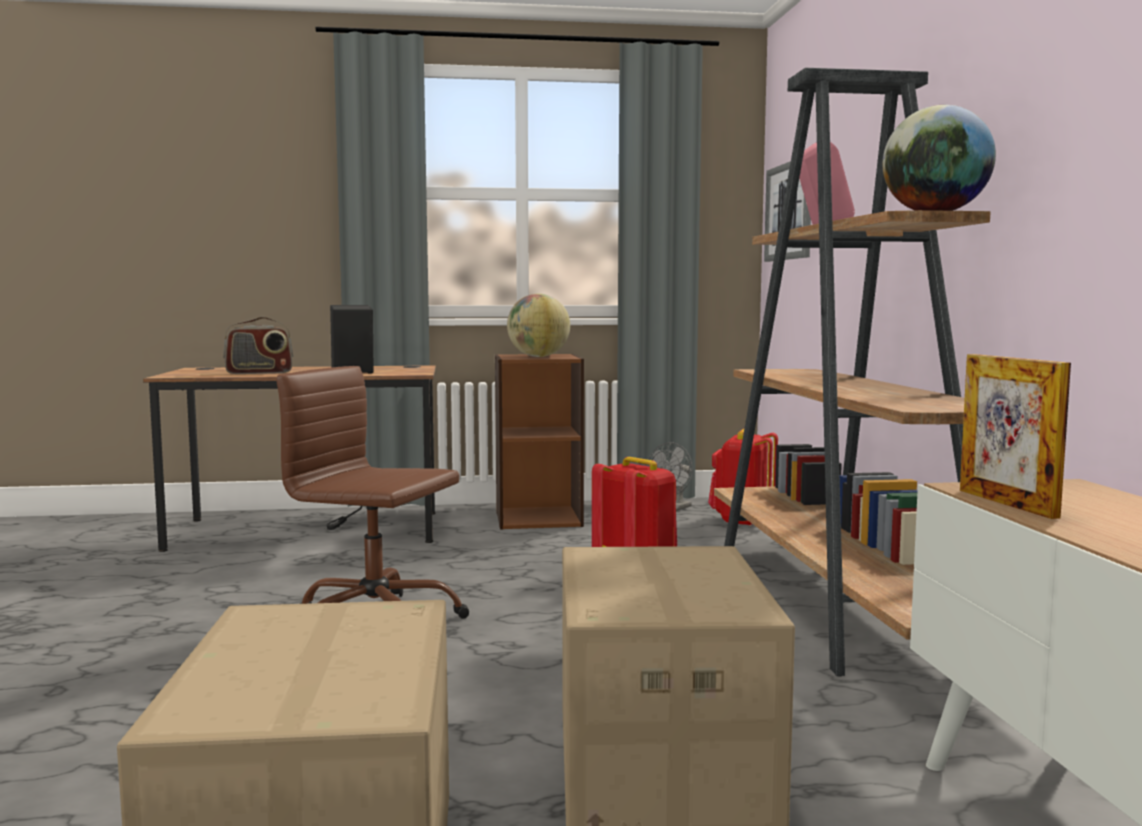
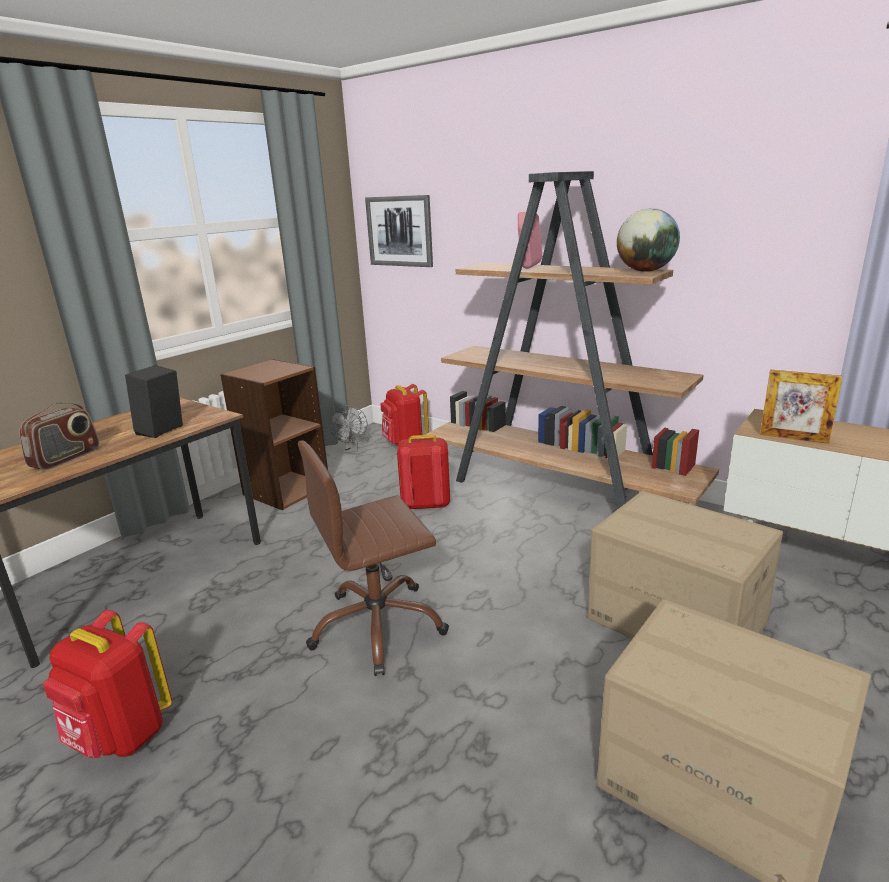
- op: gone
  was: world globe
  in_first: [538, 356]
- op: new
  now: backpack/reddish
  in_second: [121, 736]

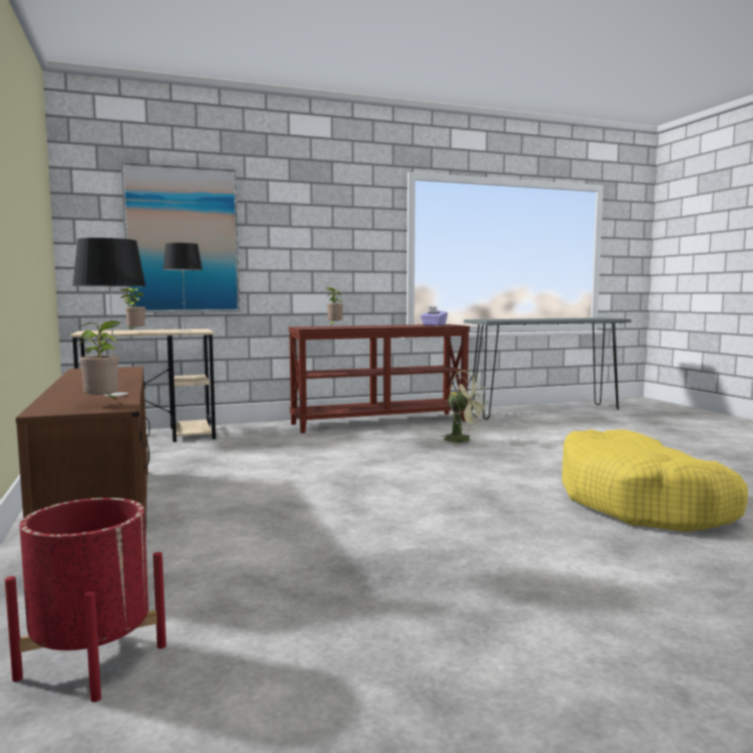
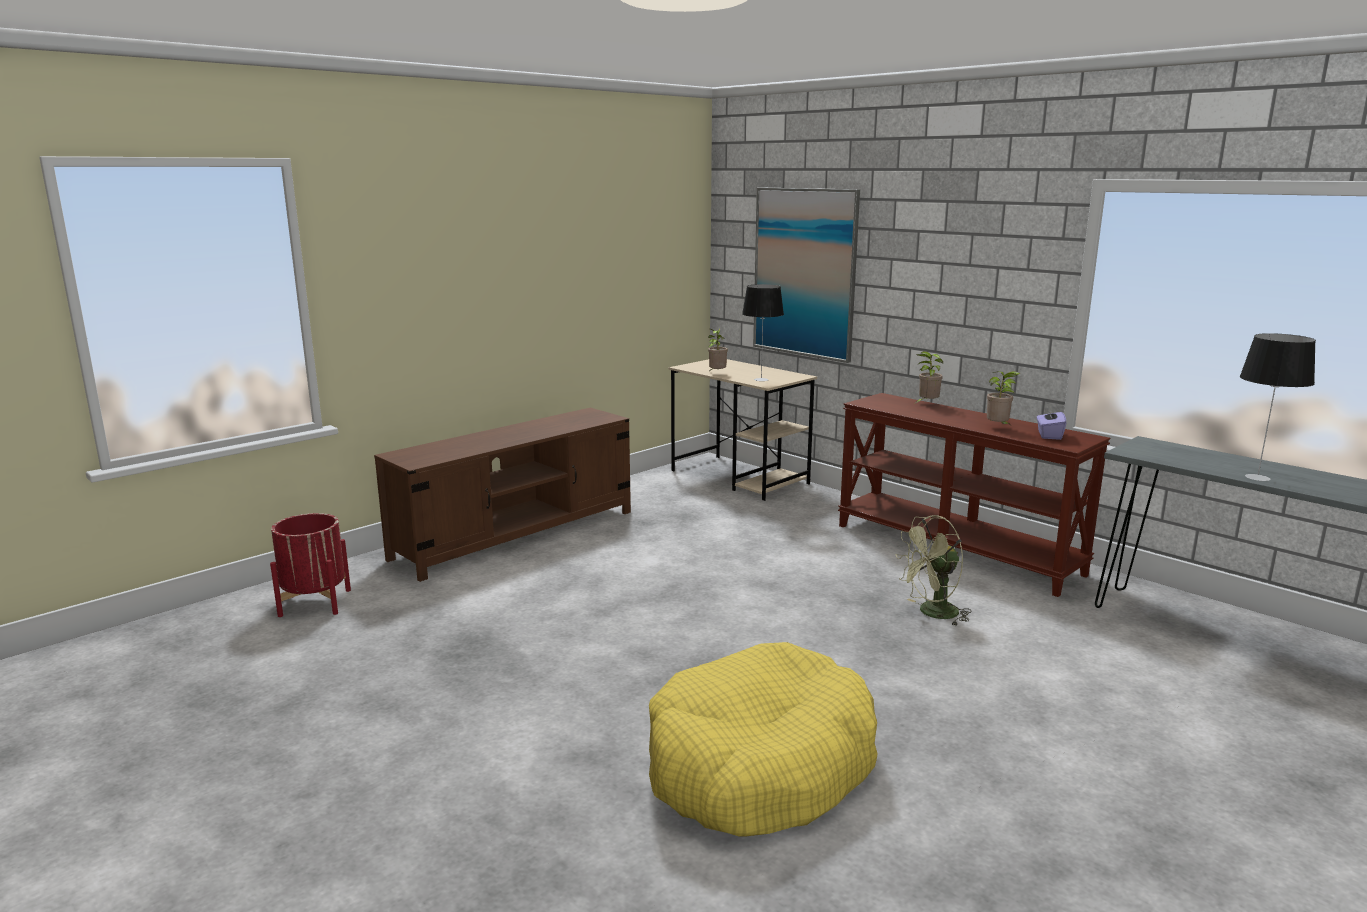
- op: shifted
  was: lamp for a table
  in_first: [115, 394]
  in_second: [1257, 478]
- op: shifted
  was: houseplant
  in_first: [104, 404]
  in_second: [998, 427]
- op: rotated
  was: electric fan/greenish
  in_first: [463, 440]
  in_second: [932, 613]
  clockwise: 60

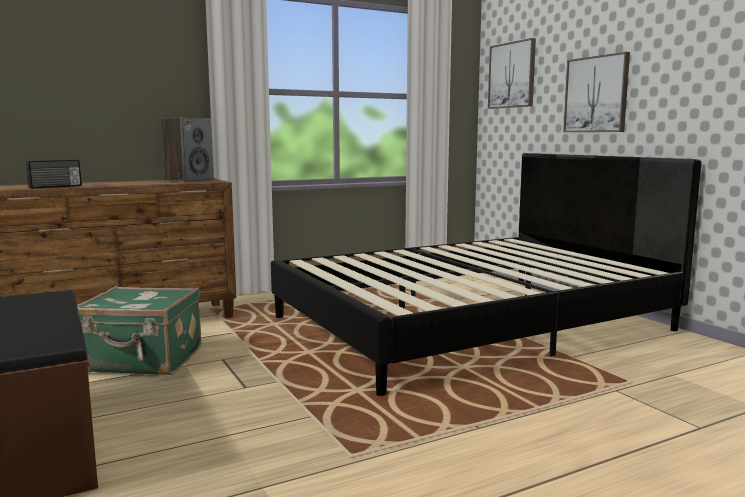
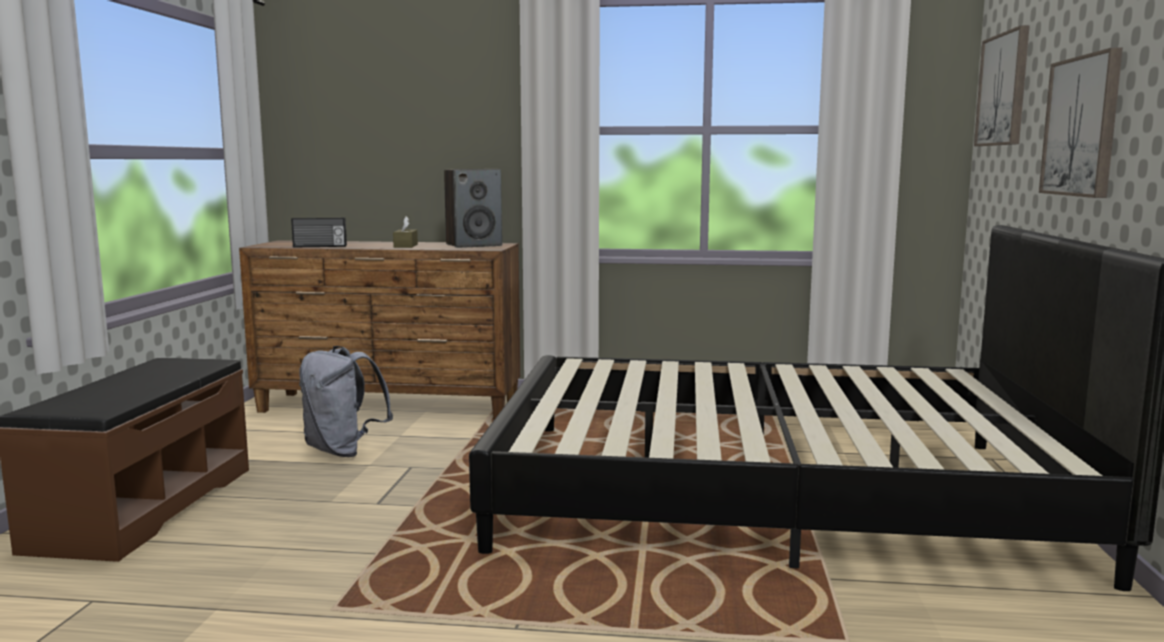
- op: swapped
  was: suitcase/greenish
  now: backpack/greyish
  in_first: [143, 361]
  in_second: [343, 451]
- op: new
  now: tissue holder/brown-coloured
  in_second: [405, 246]

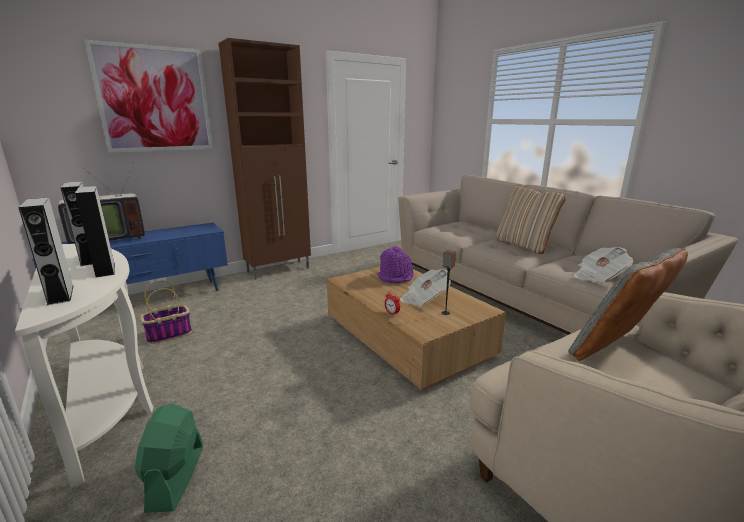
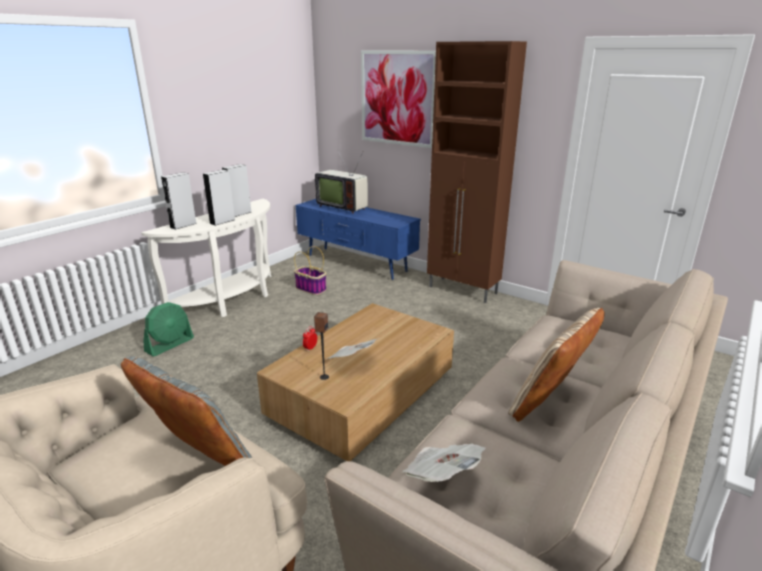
- op: gone
  was: clothing hat/purplish
  in_first: [396, 277]
- op: rotated
  was: electric fan/greenish
  in_first: [176, 477]
  in_second: [170, 344]
  clockwise: 150

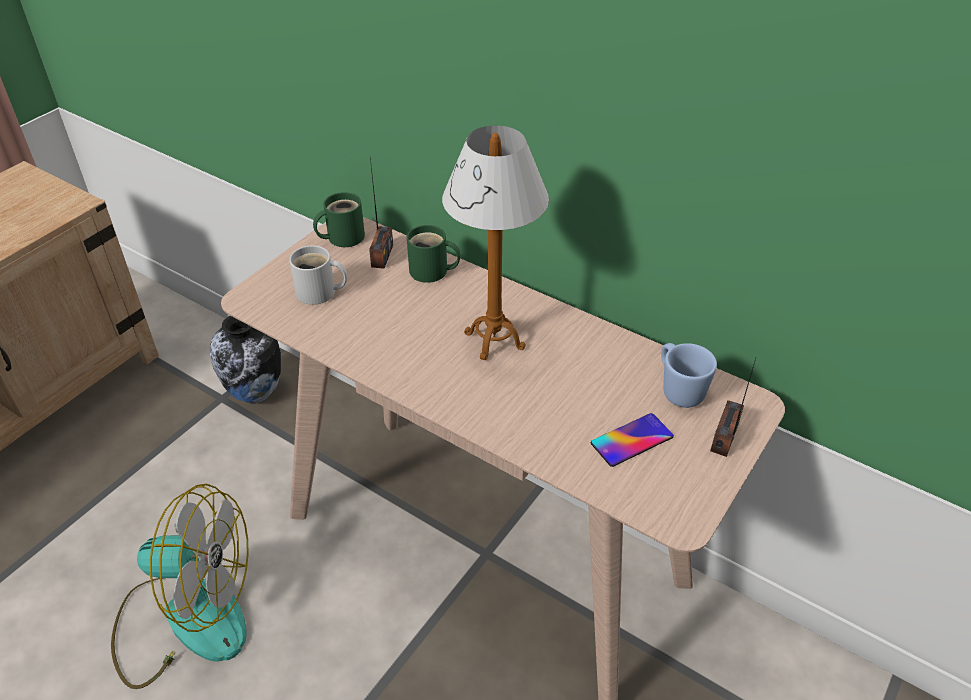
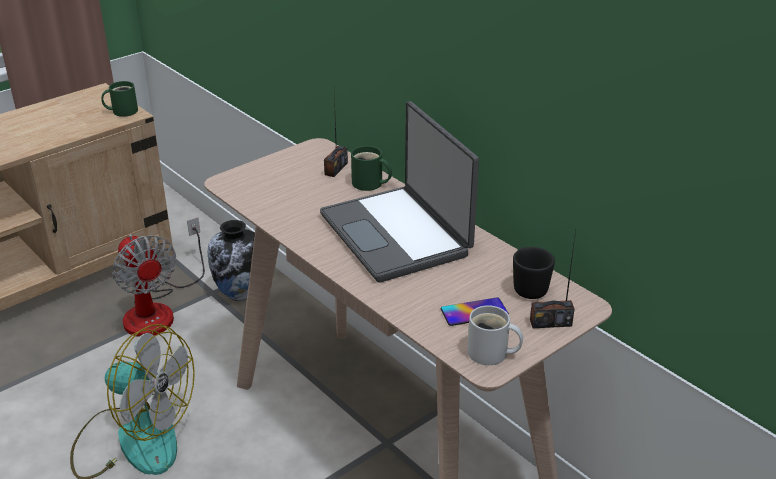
- op: swapped
  was: lamp for a table
  now: laptop
  in_first: [494, 341]
  in_second: [397, 234]
- op: shifted
  was: coffee mug/greenish
  in_first: [342, 237]
  in_second: [122, 111]
- op: shifted
  was: coffee mug/whitish
  in_first: [319, 293]
  in_second: [491, 354]
- op: repainted
  was: coffee mug/bluish
  now: coffee mug/blackish
  in_first: [678, 389]
  in_second: [528, 287]
- op: rotated
  was: radio receiver
  in_first: [725, 437]
  in_second: [550, 322]
  clockwise: -135
- op: new
  now: electric fan
  in_second: [158, 309]

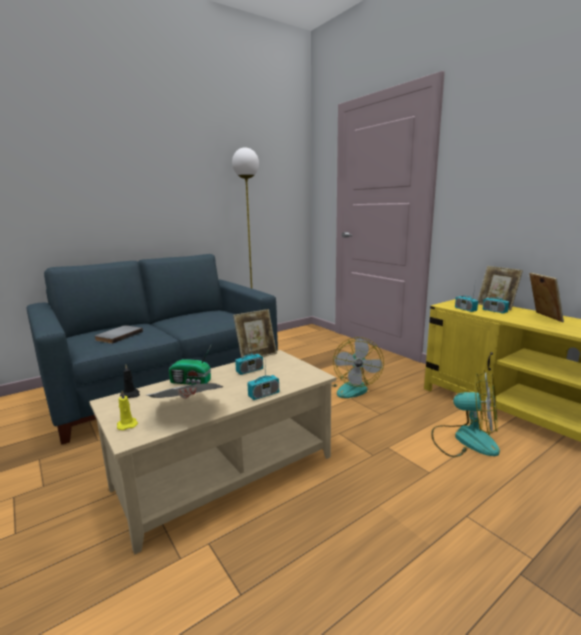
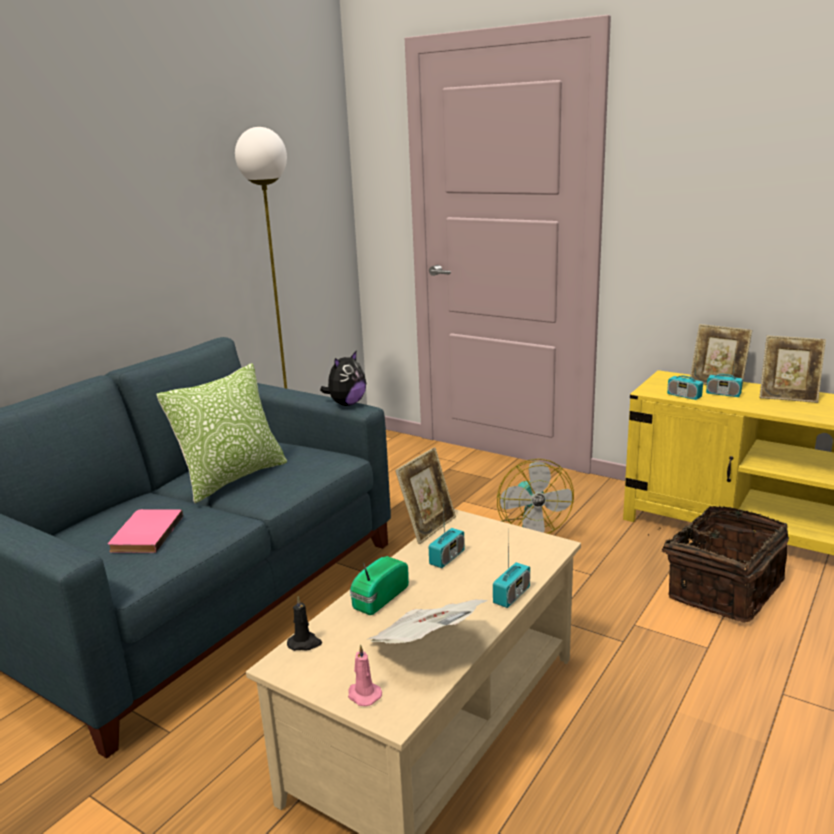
- op: rotated
  was: photo frame
  in_first: [542, 317]
  in_second: [788, 397]
  clockwise: 135
- op: repainted
  was: book/greyish
  now: book/pinkish
  in_first: [118, 336]
  in_second: [144, 534]
- op: rotated
  was: radio receiver
  in_first: [191, 382]
  in_second: [378, 598]
  clockwise: 135
- op: swapped
  was: electric fan
  now: storage basket
  in_first: [465, 439]
  in_second: [721, 588]
- op: repainted
  was: wax candle/yellow
  now: wax candle/pinkish
  in_first: [127, 424]
  in_second: [363, 695]
- op: new
  now: cuddly toy
  in_second: [346, 404]
- op: new
  now: cushion
  in_second: [232, 478]

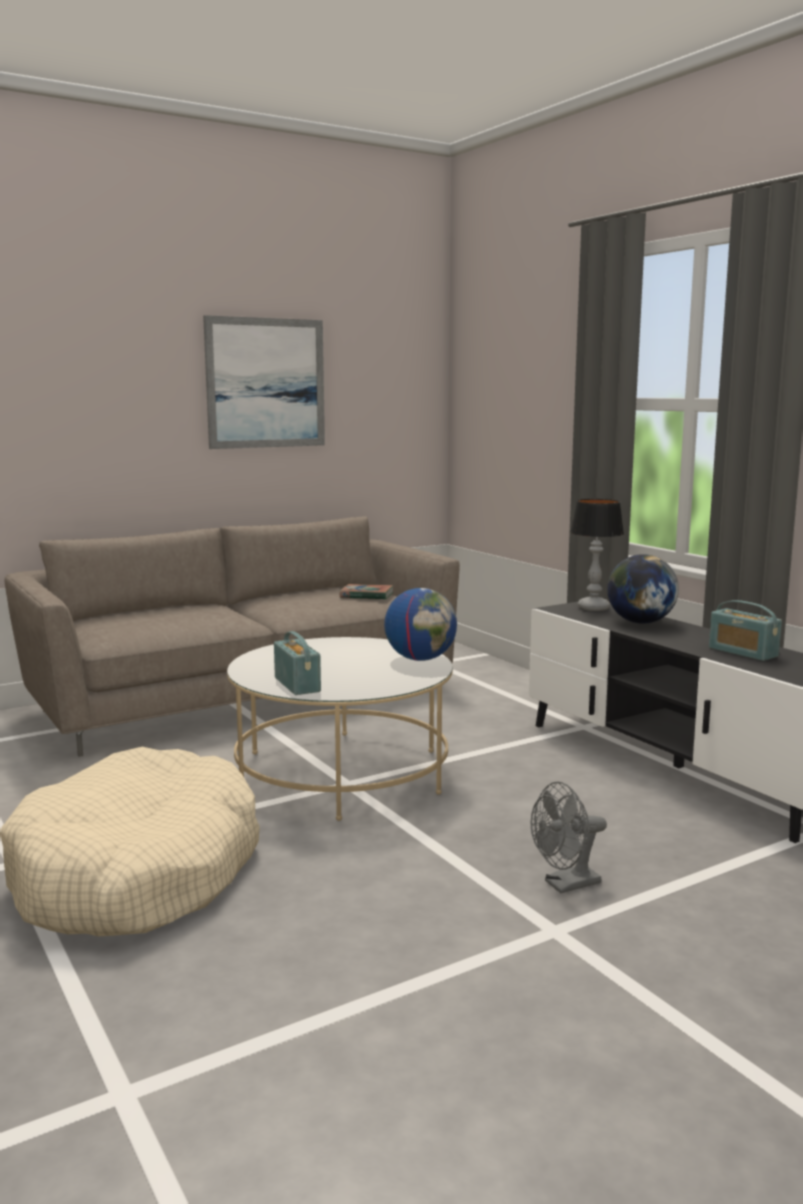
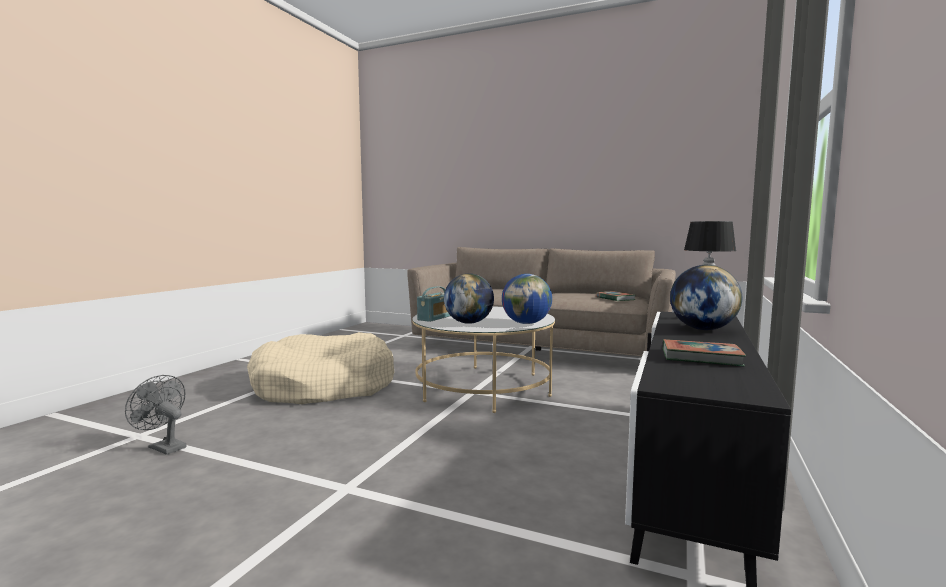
- op: gone
  was: wall art
  in_first: [266, 383]
- op: swapped
  was: radio receiver
  now: book
  in_first: [742, 652]
  in_second: [701, 357]
- op: shifted
  was: electric fan/greyish
  in_first: [565, 885]
  in_second: [163, 447]
- op: new
  now: world globe
  in_second: [468, 323]

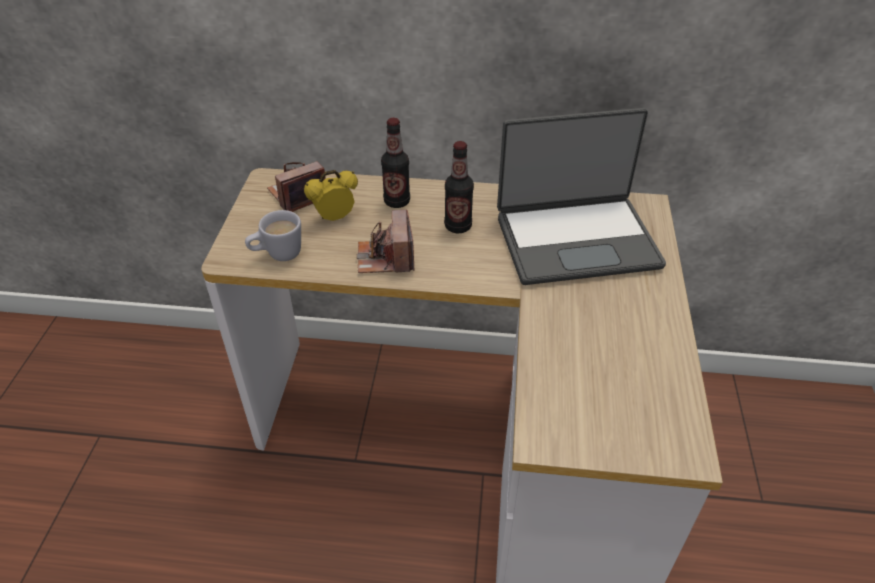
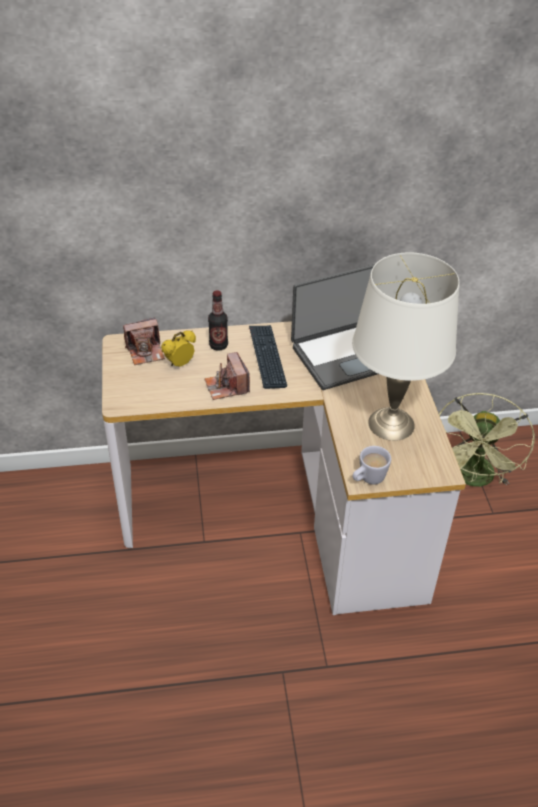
- op: swapped
  was: bottle
  now: computer keyboard
  in_first: [458, 226]
  in_second: [267, 357]
- op: rotated
  was: photo camera
  in_first: [297, 195]
  in_second: [145, 351]
  clockwise: -150
- op: shifted
  was: coffee mug/whitish
  in_first: [277, 255]
  in_second: [368, 479]
- op: new
  now: lamp for a table/whitish
  in_second: [390, 424]
- op: new
  now: electric fan/greenish
  in_second: [473, 479]

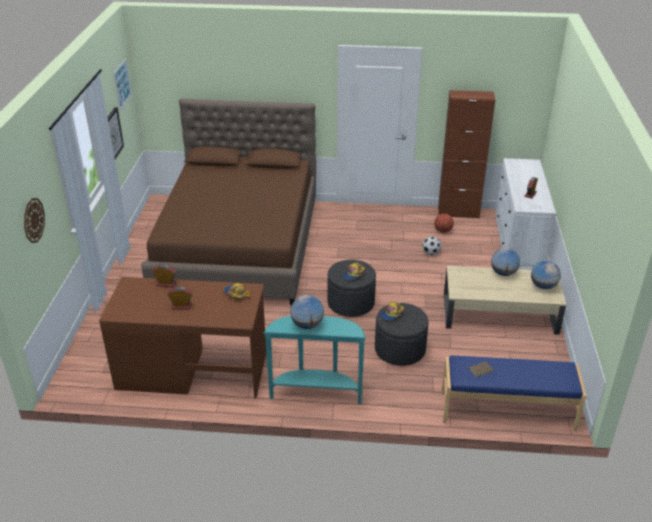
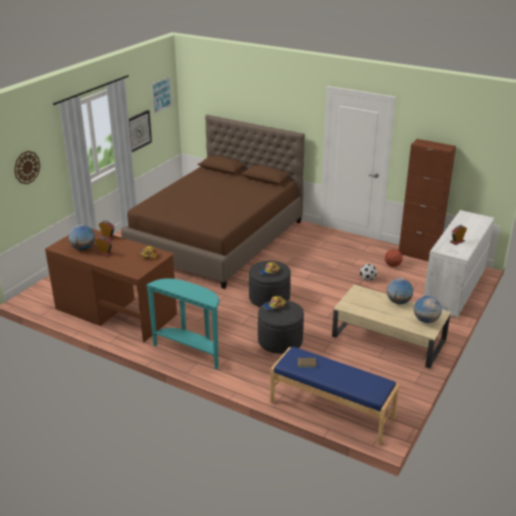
- op: shifted
  was: world globe
  in_first: [307, 325]
  in_second: [83, 248]

